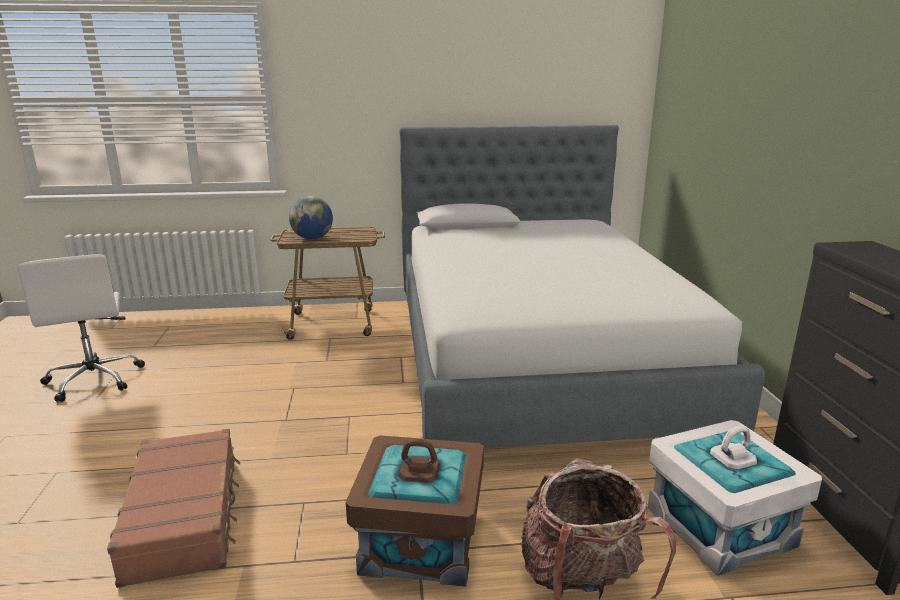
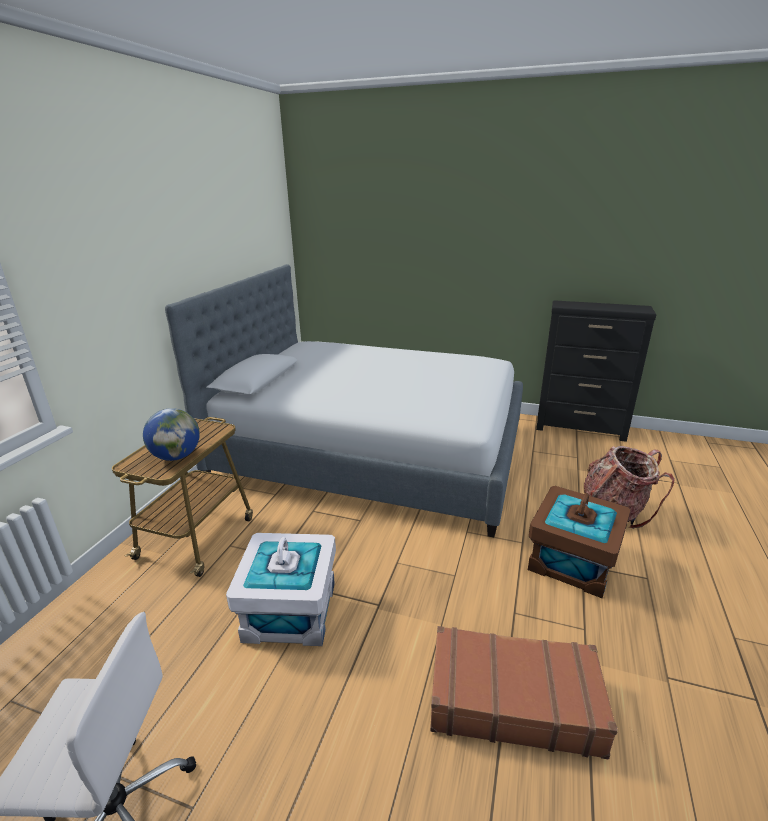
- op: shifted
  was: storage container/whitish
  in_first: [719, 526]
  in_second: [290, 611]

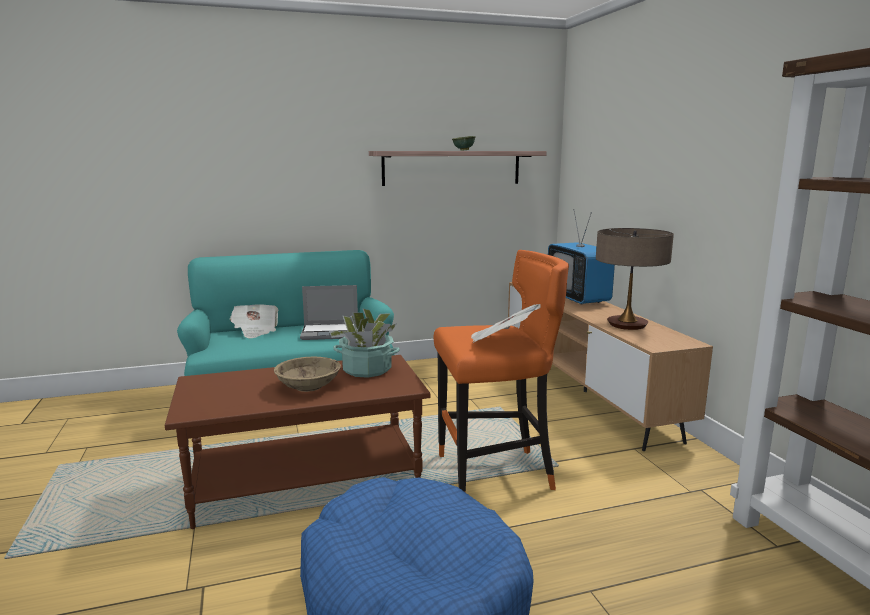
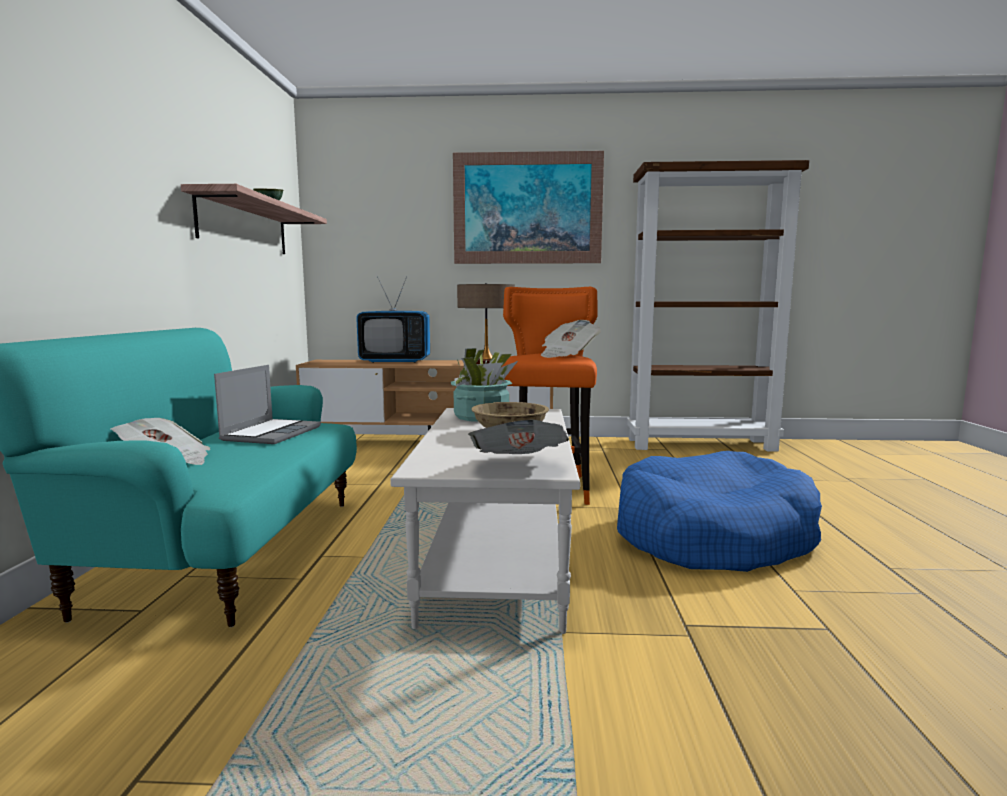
- op: repainted
  was: low table/brown-coloured
  now: low table/whitish
  in_first: [307, 481]
  in_second: [495, 559]
- op: new
  now: wall art
  in_second: [527, 208]
- op: new
  now: newspaper
  in_second: [518, 466]

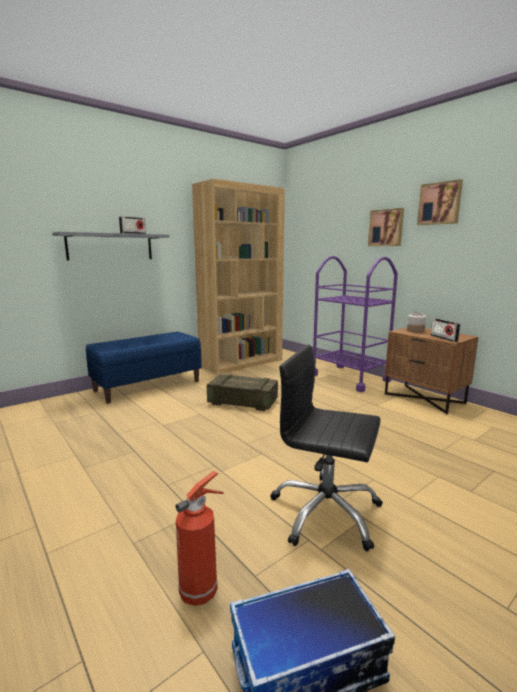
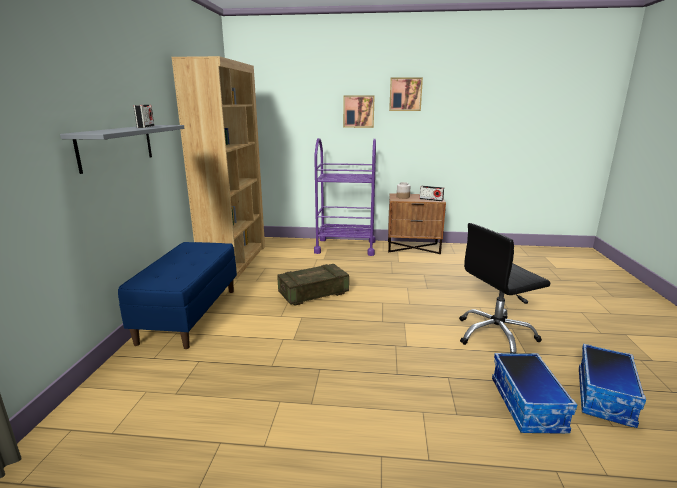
- op: swapped
  was: fire extinguisher
  now: storage container
  in_first: [200, 590]
  in_second: [528, 405]

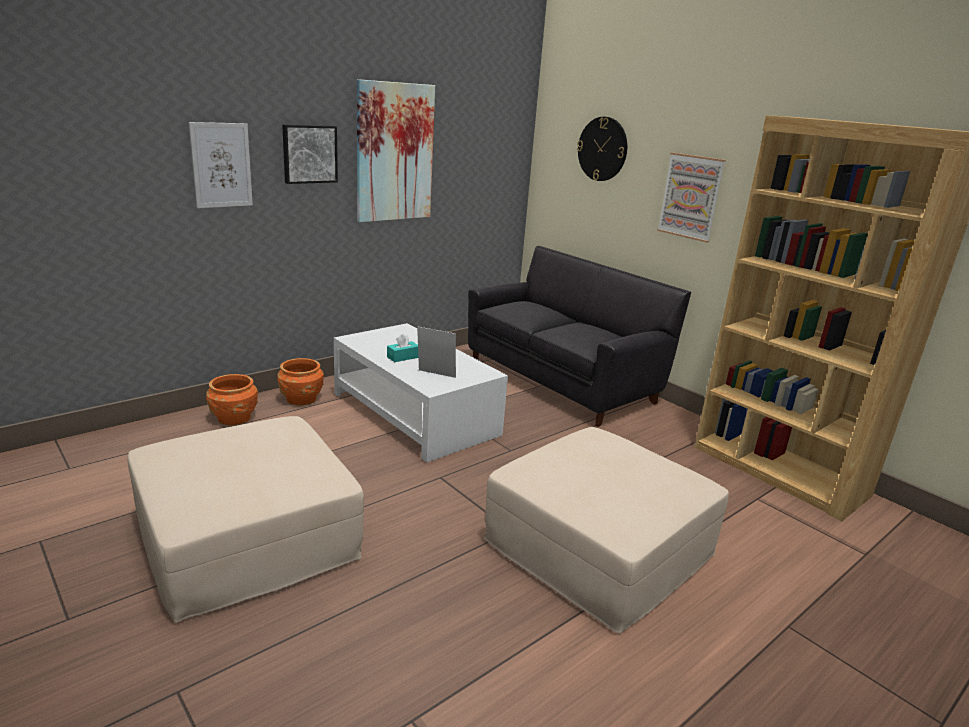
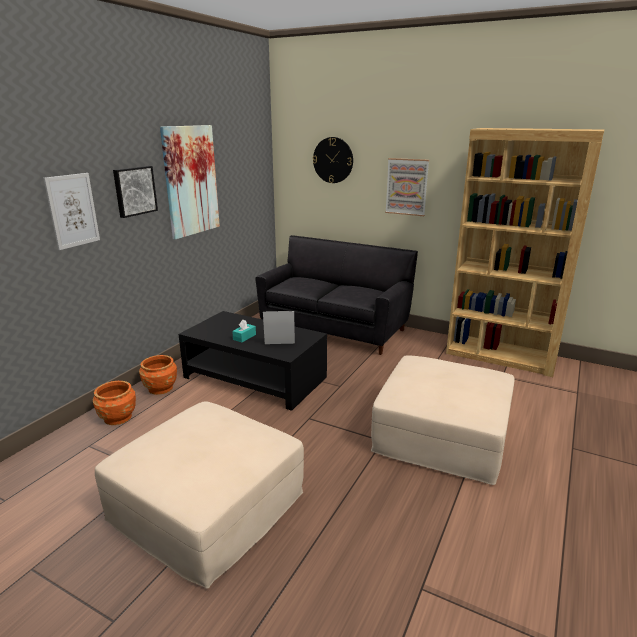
- op: repainted
  was: low table/whitish
  now: low table/blackish
  in_first: [415, 414]
  in_second: [255, 377]

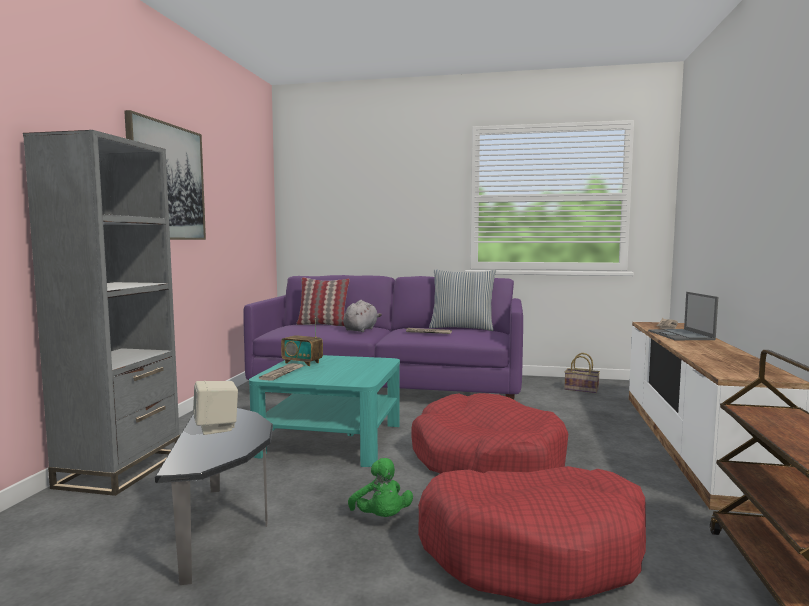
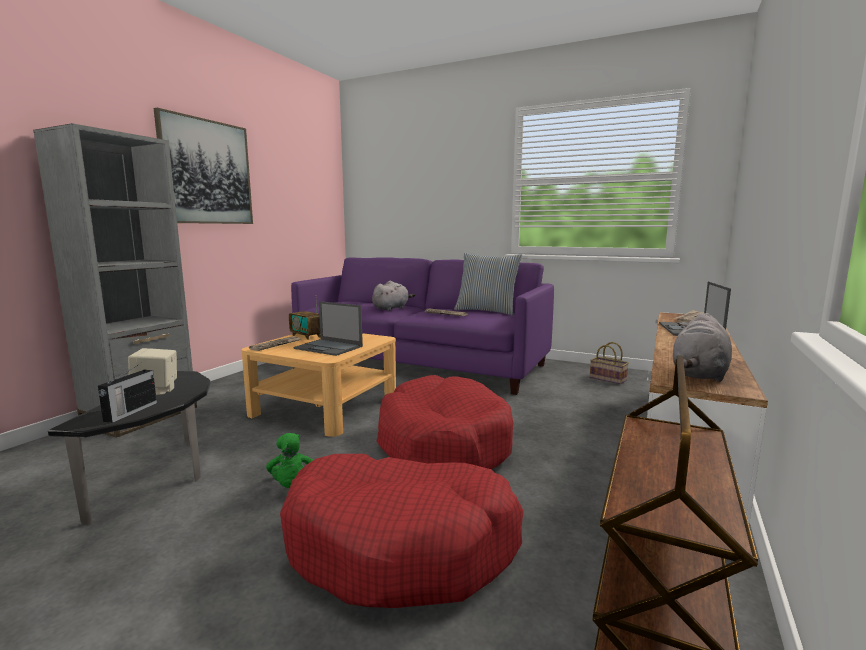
- op: gone
  was: cushion
  in_first: [322, 324]
- op: repainted
  was: low table/turquoise
  now: low table/beige
  in_first: [332, 439]
  in_second: [326, 406]
- op: new
  now: laptop
  in_second: [329, 347]
- op: new
  now: cuddly toy/greyish
  in_second: [699, 374]
- op: new
  now: radio receiver
  in_second: [130, 412]

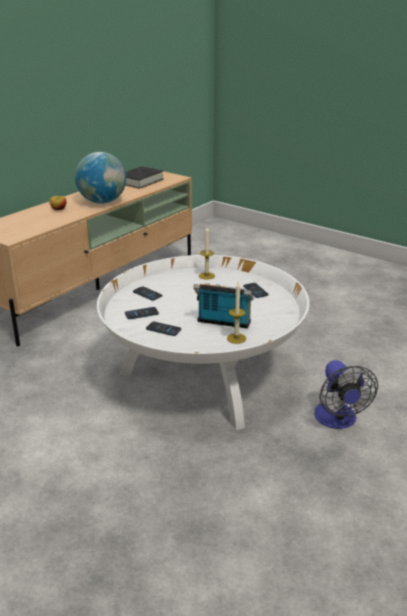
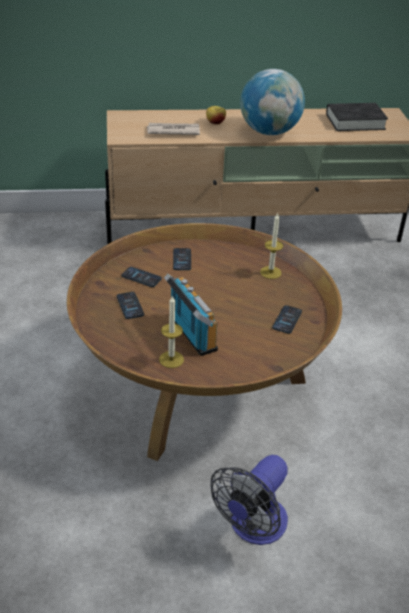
- op: repainted
  was: low table/whitish
  now: low table/brown-coloured
  in_first: [203, 378]
  in_second: [200, 384]
- op: new
  now: newspaper
  in_second: [172, 131]

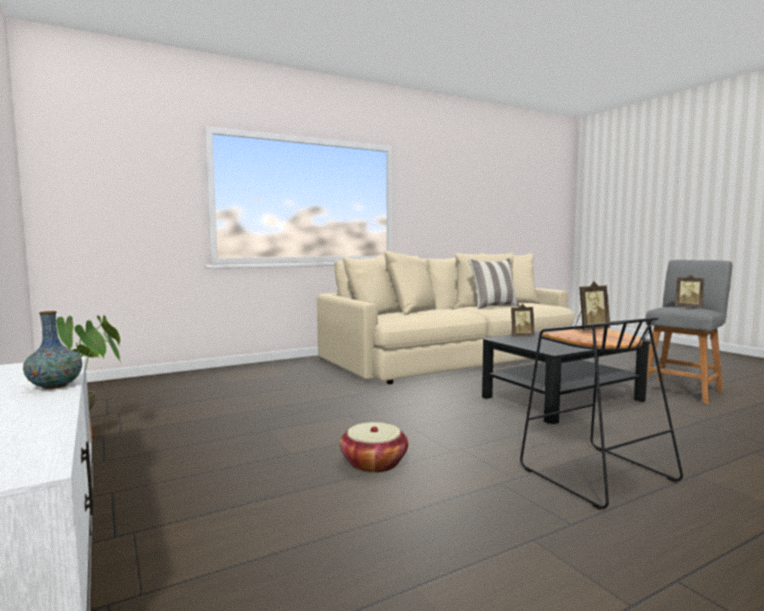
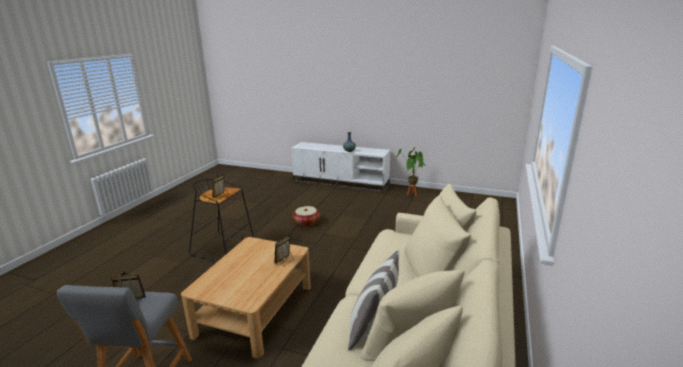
- op: repainted
  was: low table/blackish
  now: low table/beige
  in_first: [562, 398]
  in_second: [255, 310]

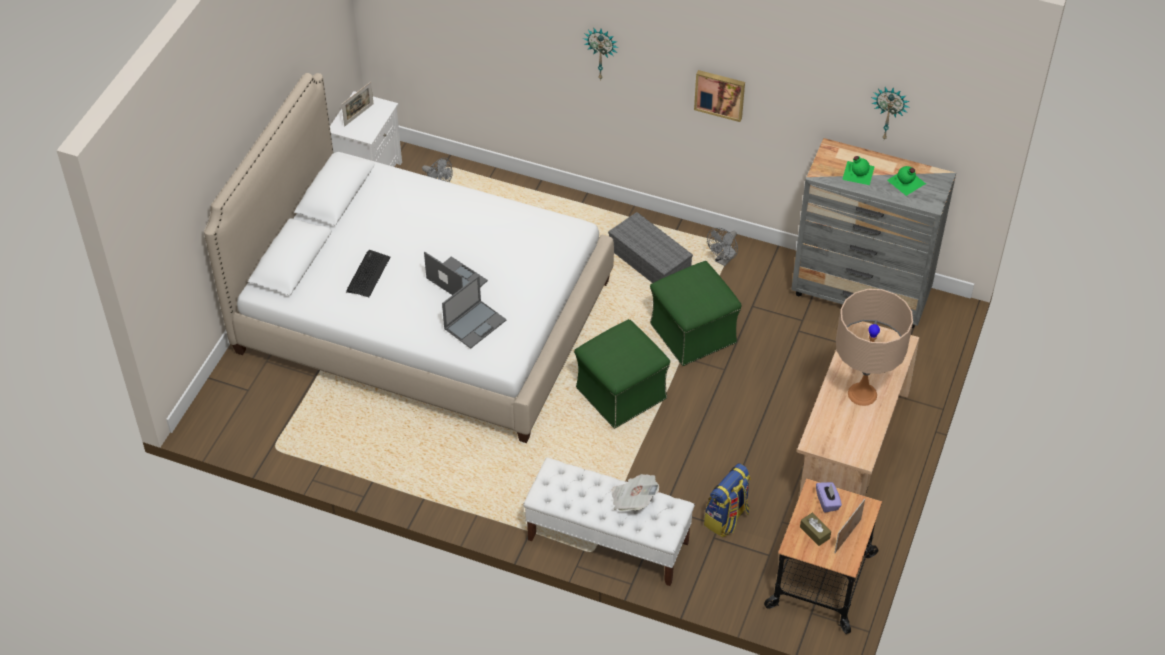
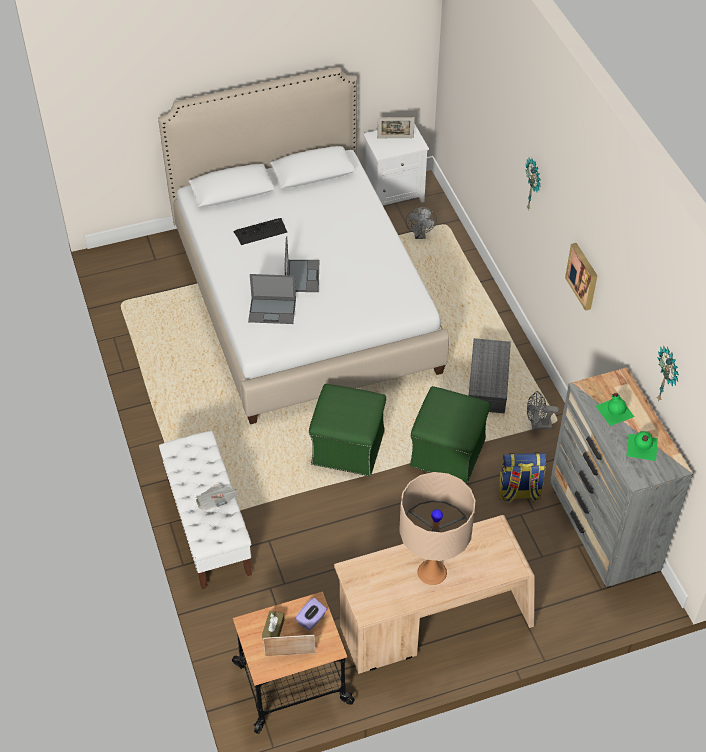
- op: shifted
  was: backpack
  in_first: [726, 518]
  in_second: [519, 492]

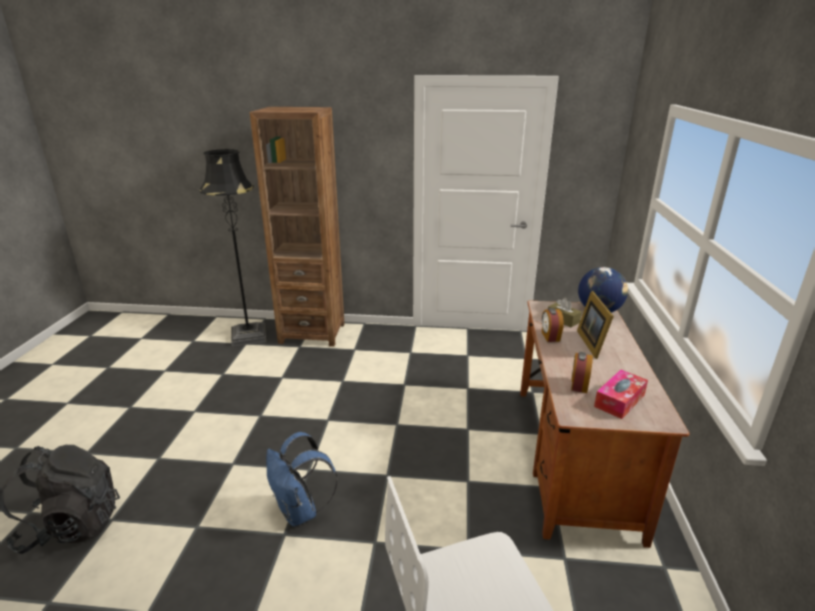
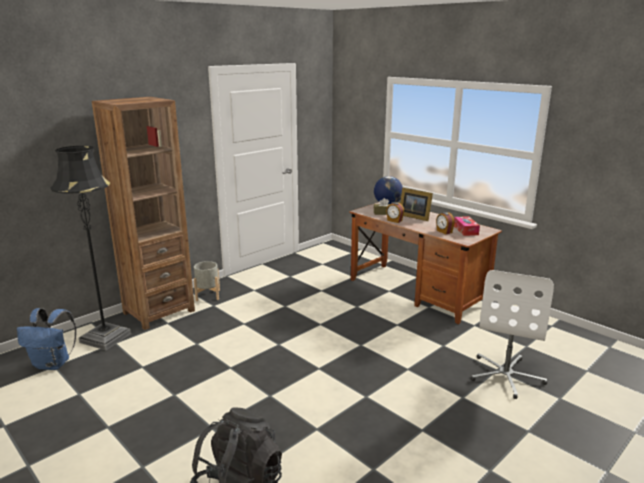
- op: shifted
  was: backpack/bluish
  in_first: [300, 511]
  in_second: [53, 364]
- op: new
  now: planter/greyish
  in_second: [207, 295]

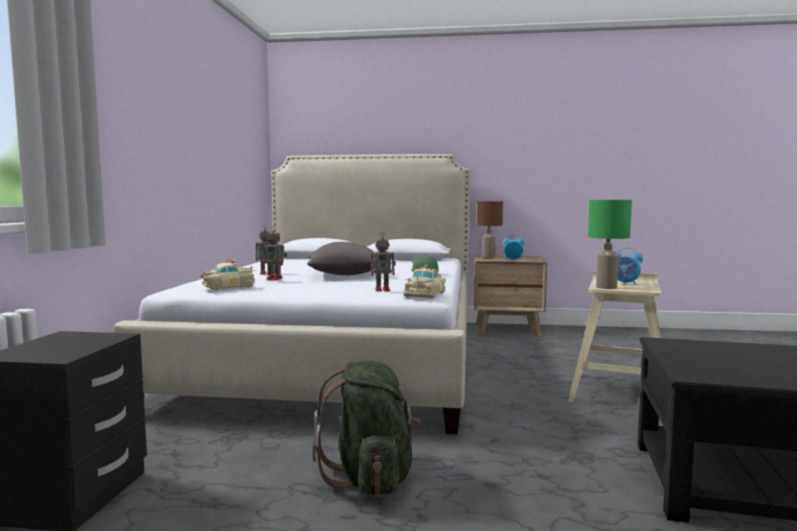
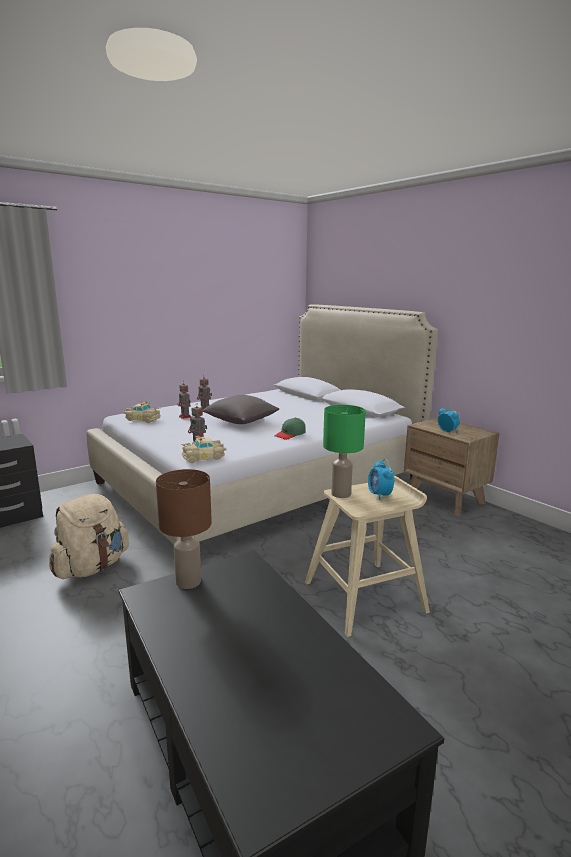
- op: shifted
  was: lamp for a table/brown-coloured
  in_first: [488, 257]
  in_second: [187, 582]
- op: repainted
  was: backpack/greenish
  now: backpack/beige
  in_first: [371, 477]
  in_second: [92, 567]

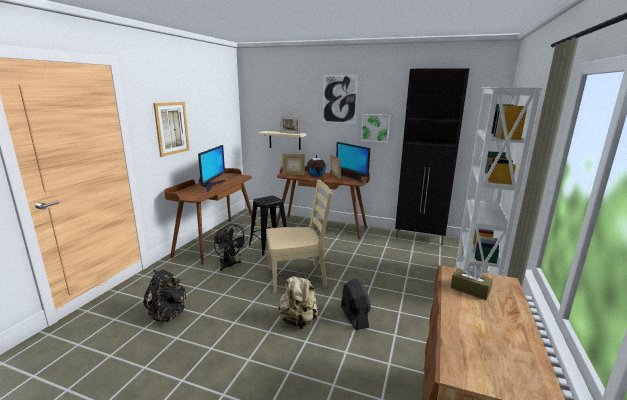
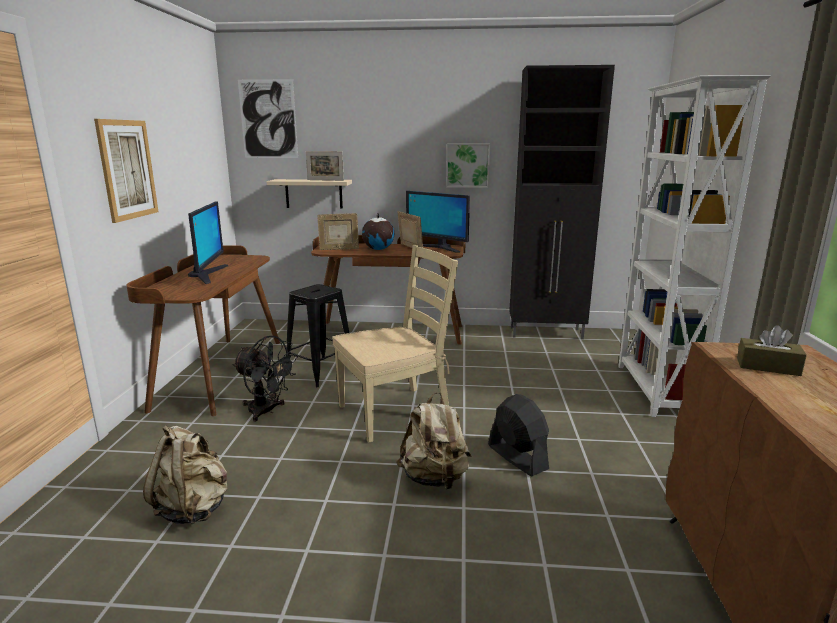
- op: shifted
  was: wall art
  in_first: [339, 99]
  in_second: [268, 119]
- op: repainted
  was: backpack/blackish
  now: backpack/beige
  in_first: [168, 314]
  in_second: [193, 508]

